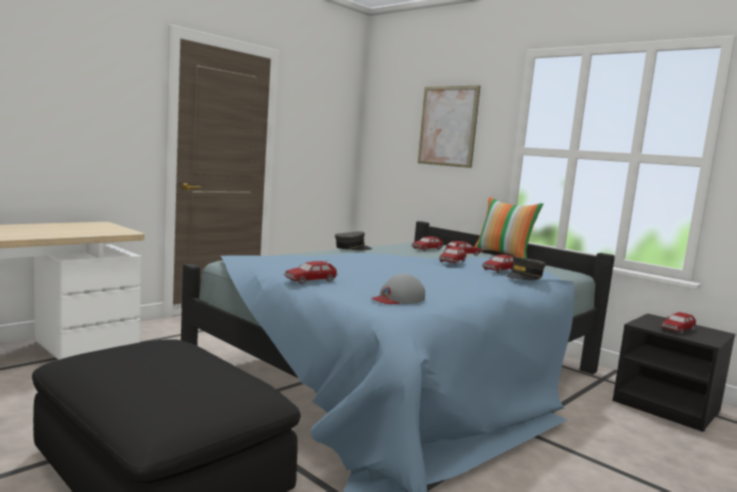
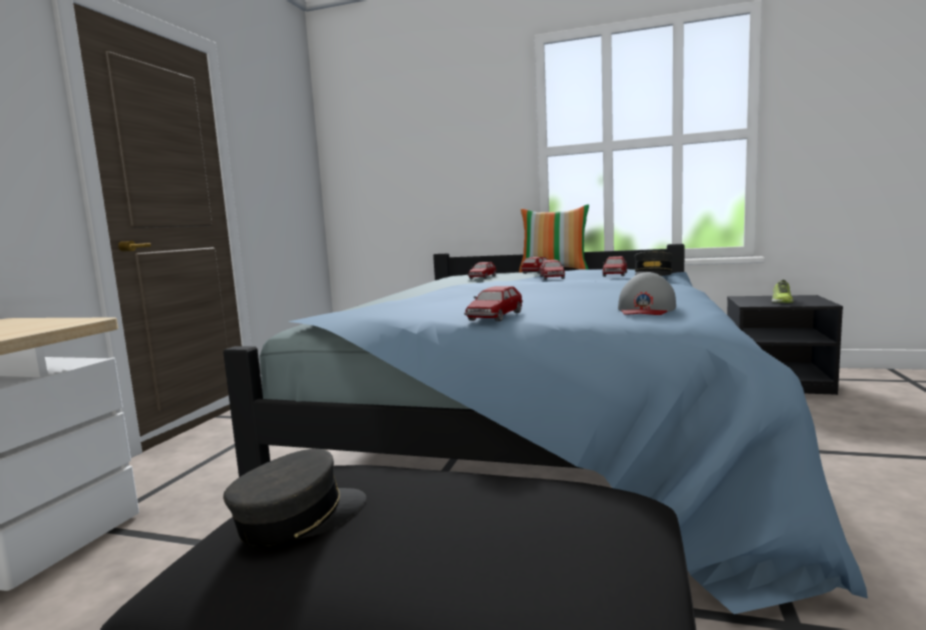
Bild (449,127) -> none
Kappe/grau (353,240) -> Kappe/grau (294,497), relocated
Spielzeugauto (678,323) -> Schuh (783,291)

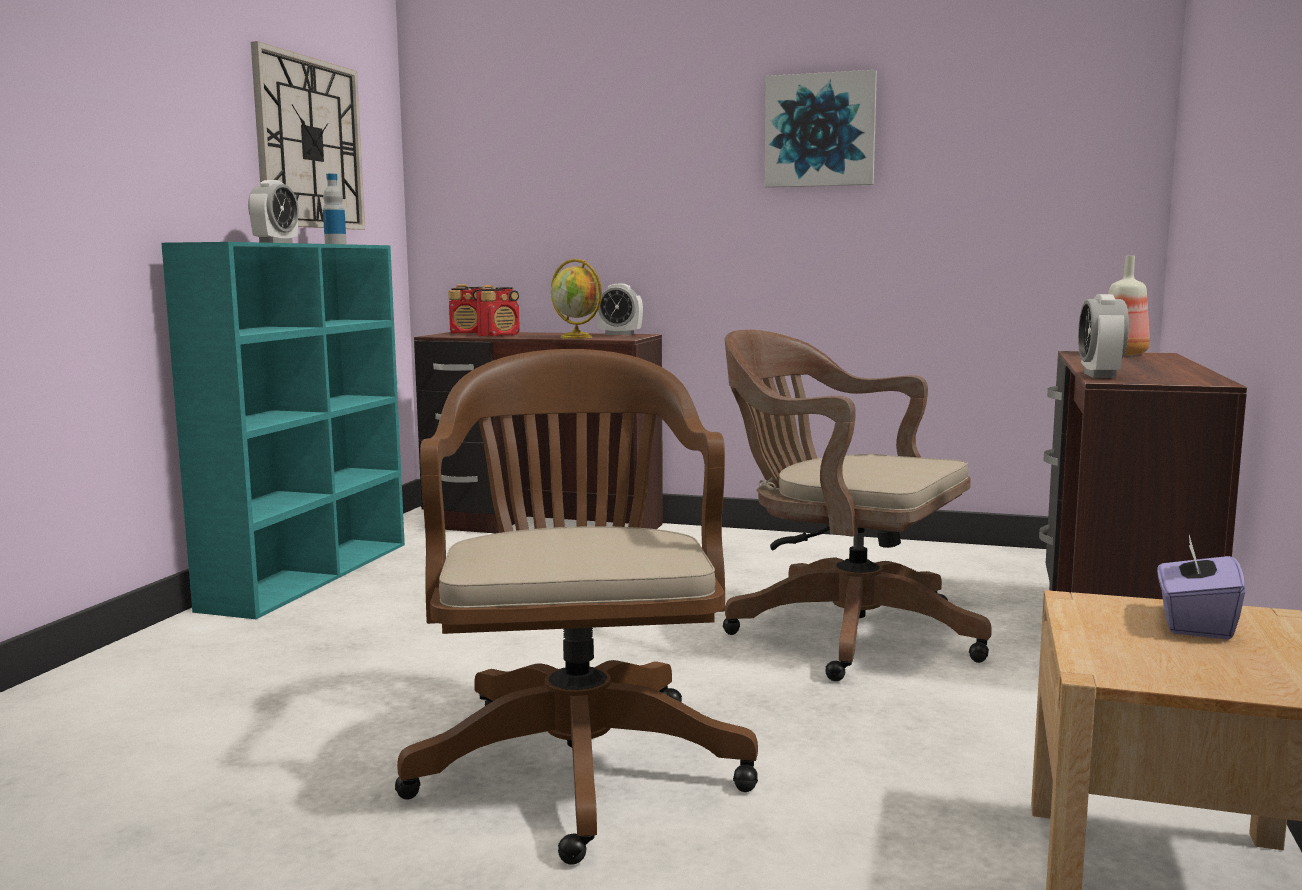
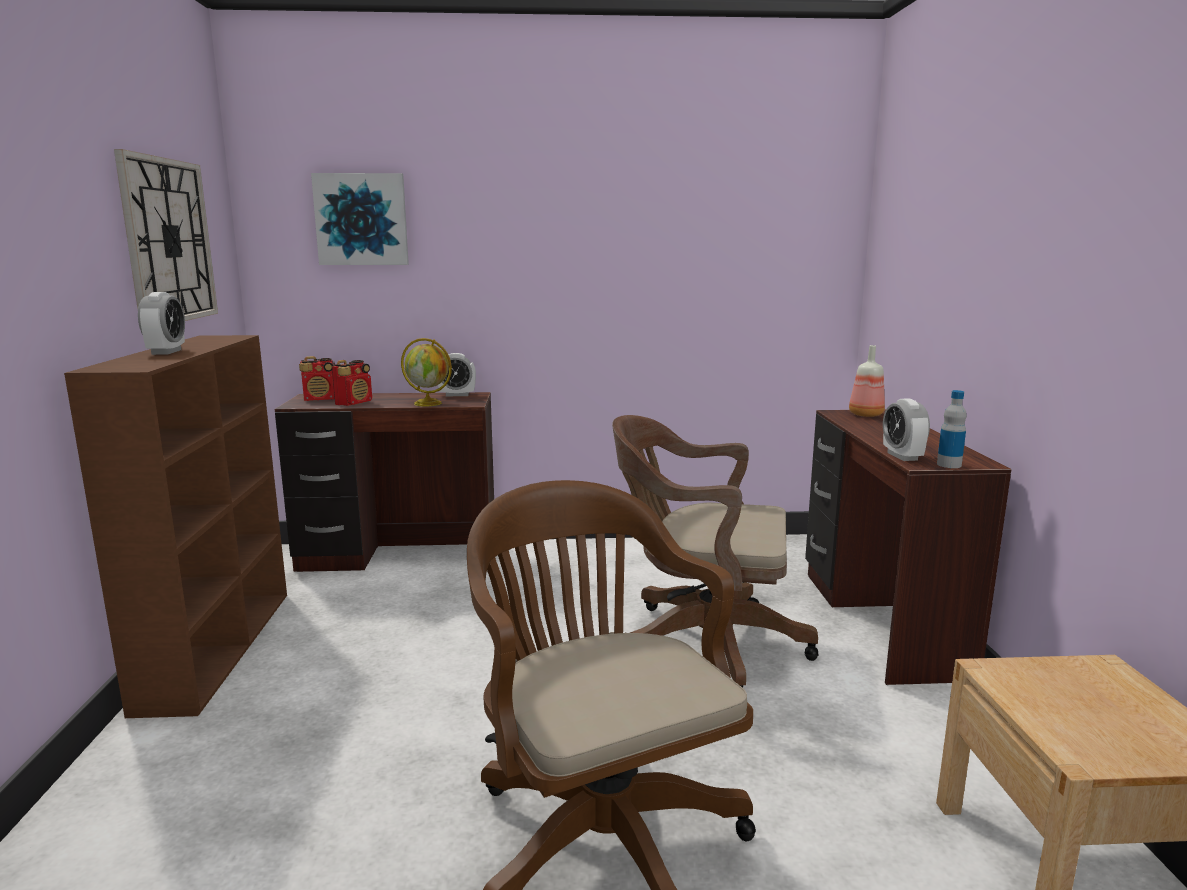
Bild (821,129) -> Bild (360,219), relocated
Flasche (334,209) -> Flasche (952,429), relocated
Bücherregal/türkis (283,430) -> Bücherregal/braun (175,526)
Taschentuchbox/lila (1201,587) -> none

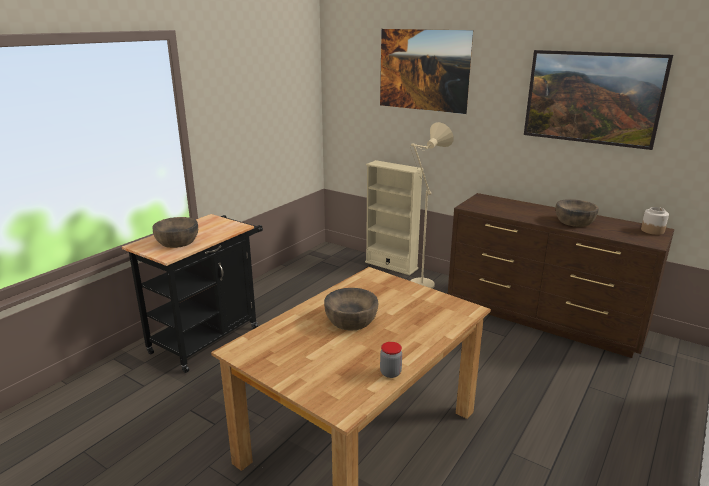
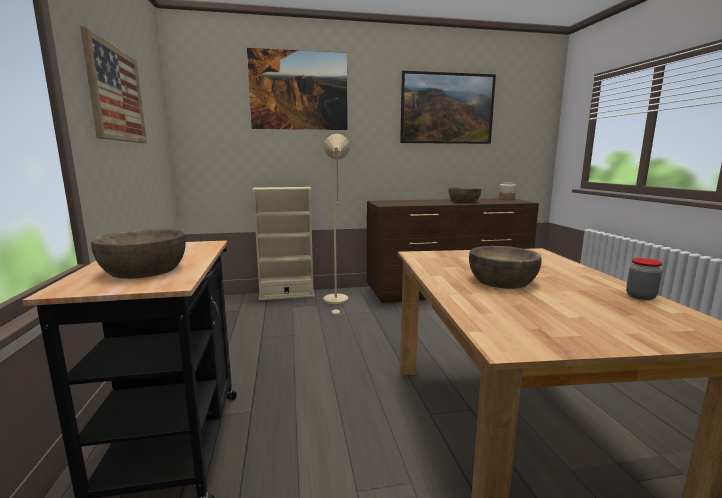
none -> Bild (113,84)

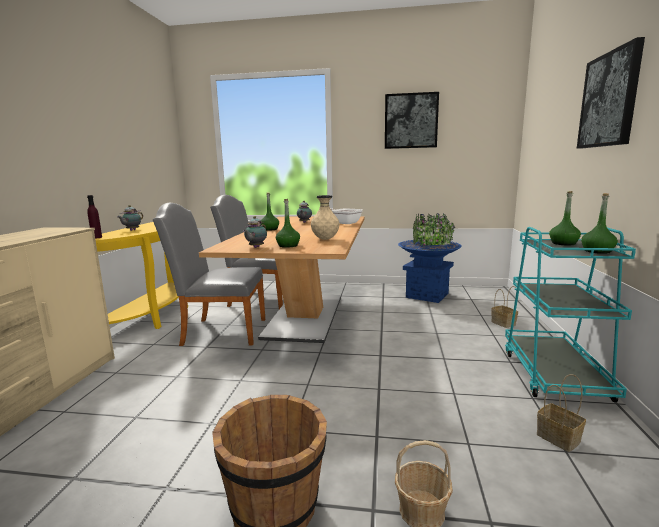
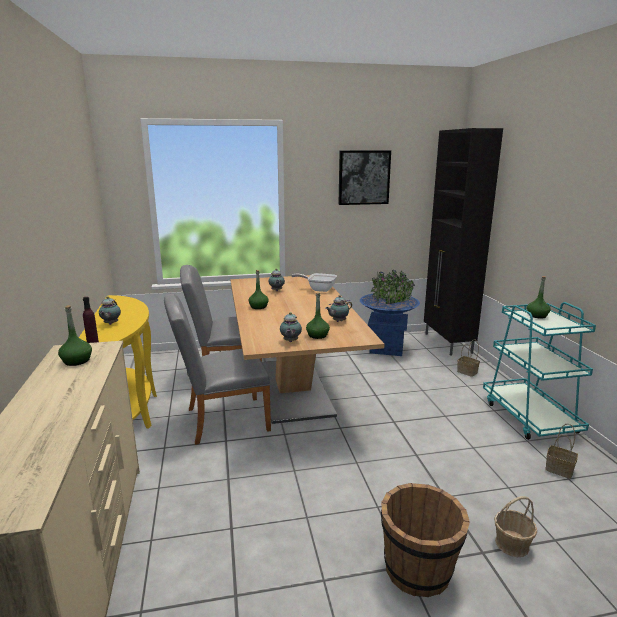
Bild (611,93) -> none
Flasche/grün (599,223) -> Flasche/grün (75,335), relocated
Vase/beige (325,217) -> Teekanne (338,308)
none -> Schrank/schwarz (463,242)

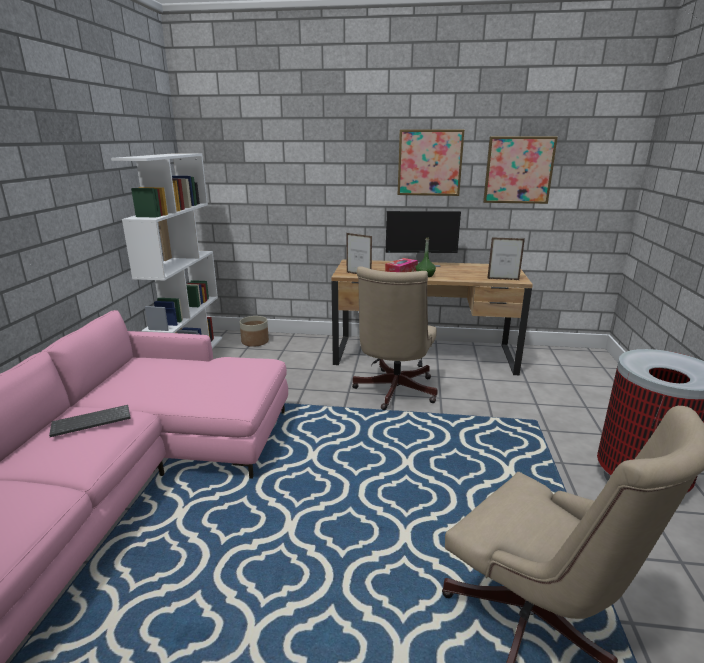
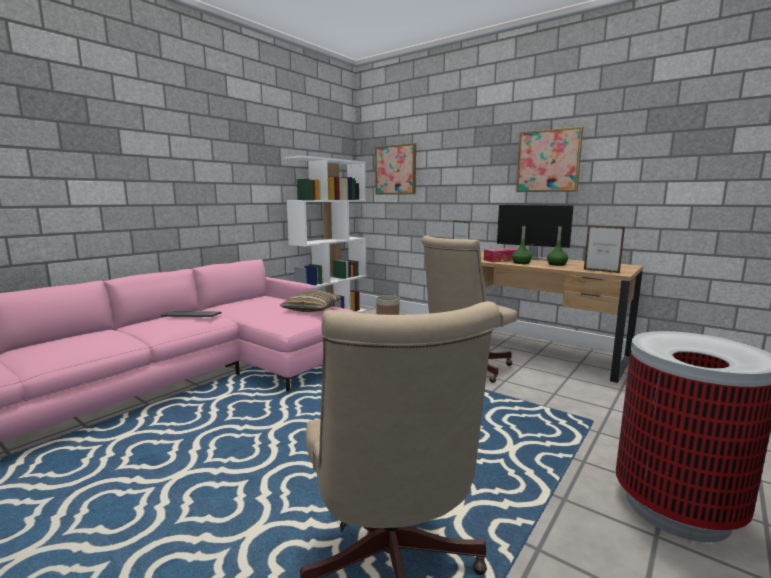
Bild (520,170) -> Bild (395,169), relocated
none -> Flasche/grün (557,246)
none -> Kissen (310,301)

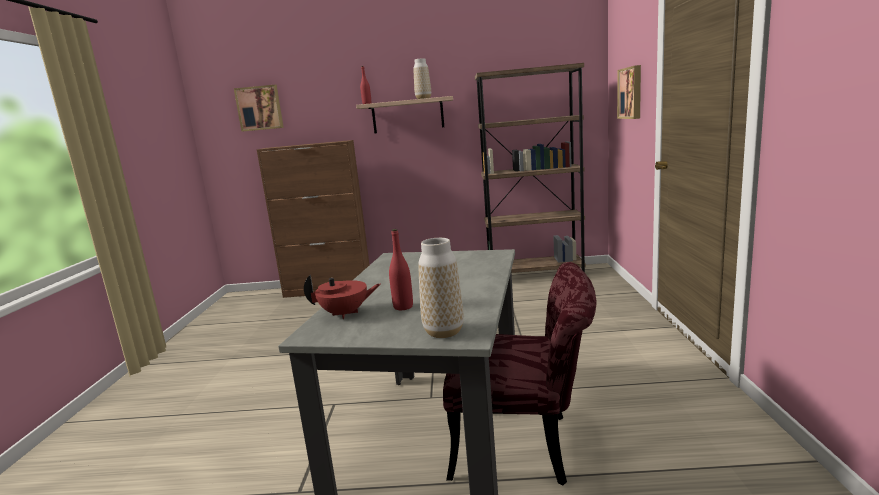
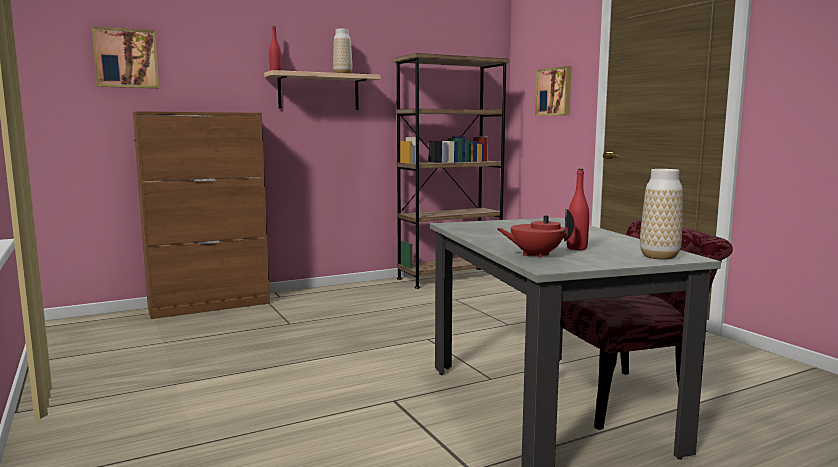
Teekanne/rot (342,296) -> Teekanne/rot (535,233), 150 degrees counterclockwise

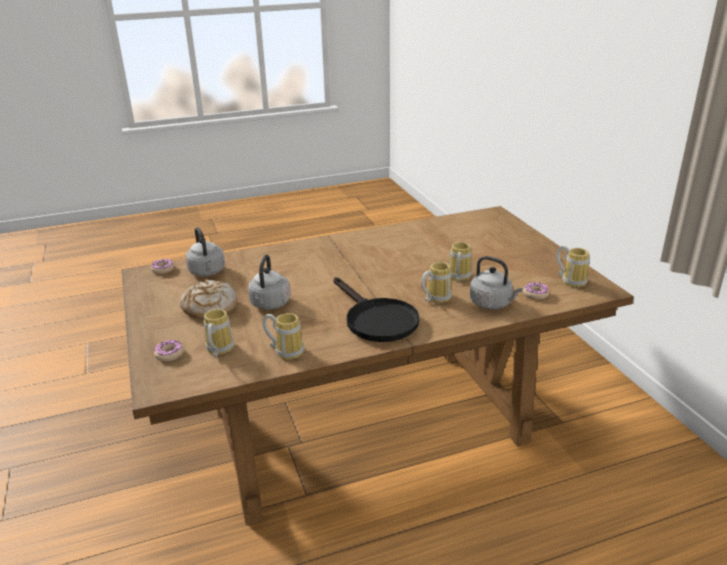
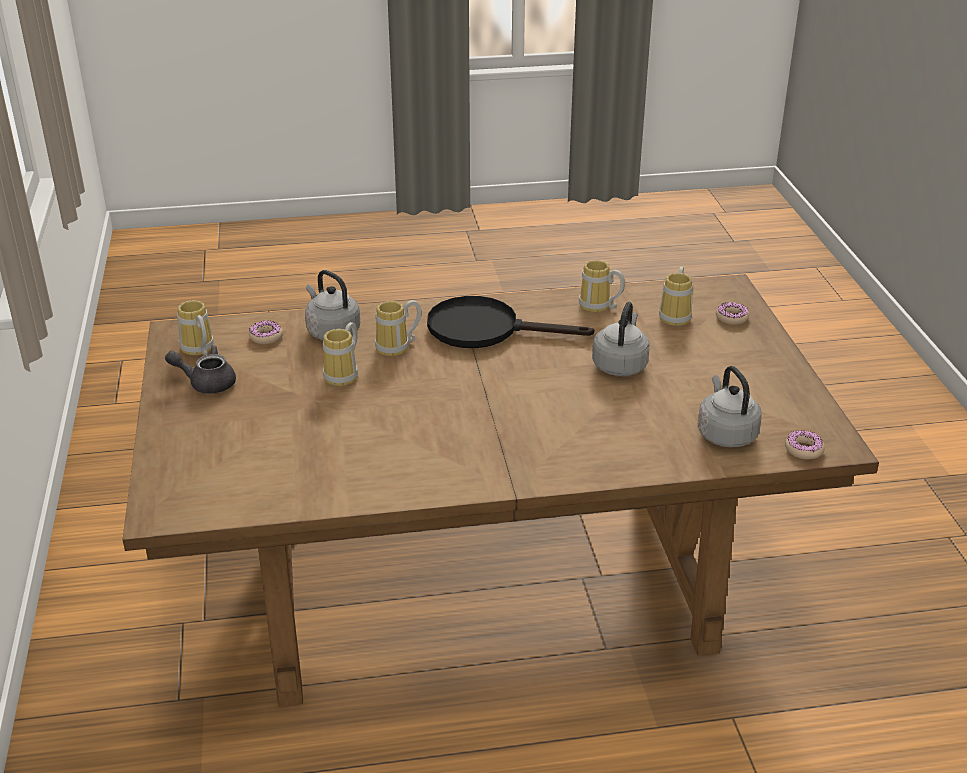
Pfanne/schwarz (376,309) -> Pfanne/schwarz (510,322), 60 degrees counterclockwise
Brot (208,299) -> none
none -> Teekanne/grau (200,369)

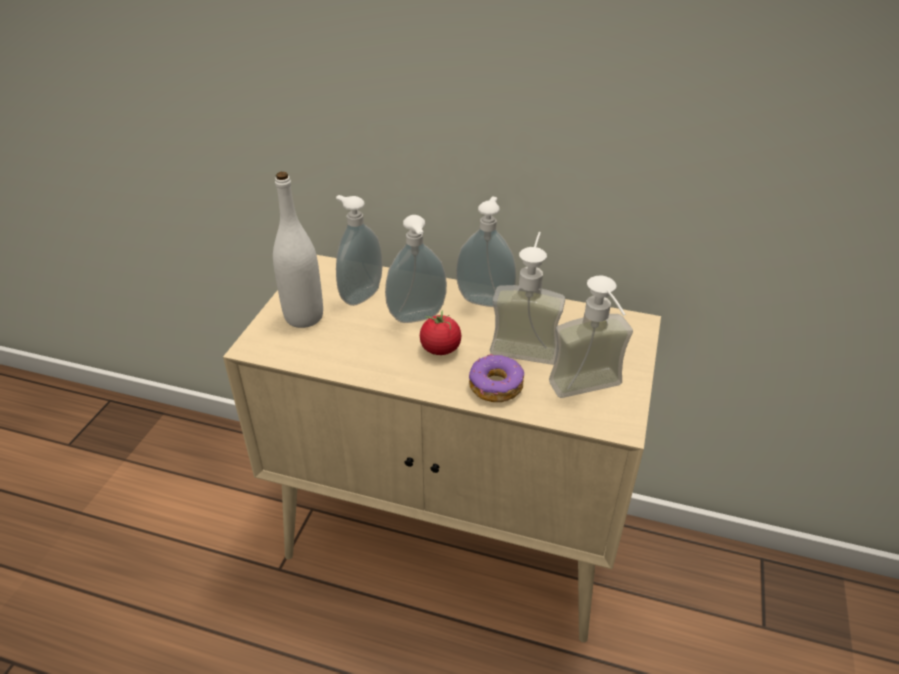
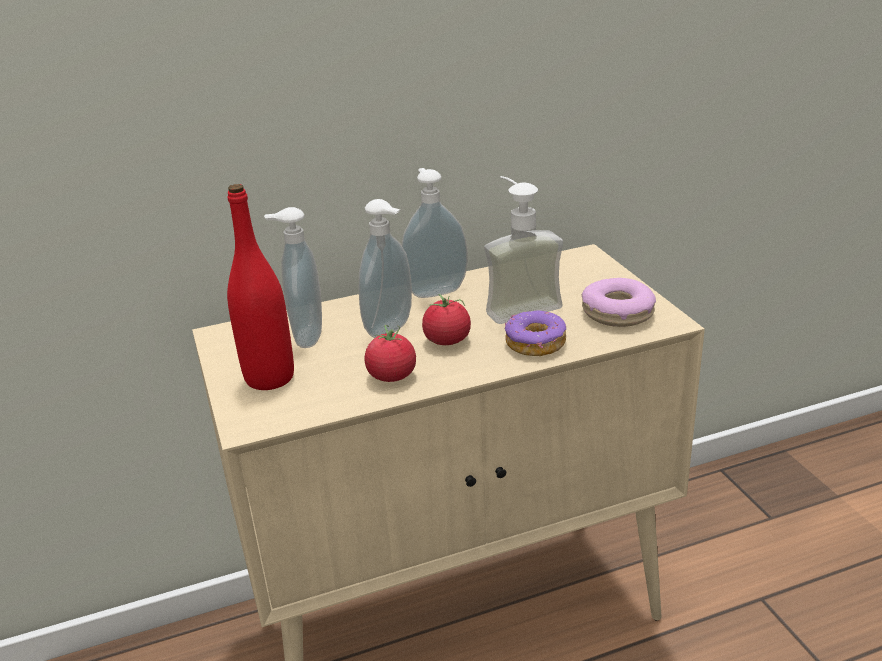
Flasche/weiß (298,250) -> Flasche/rot (260,287)
Seifenspender (591,336) -> Donut (619,302)
none -> Tomate (390,353)

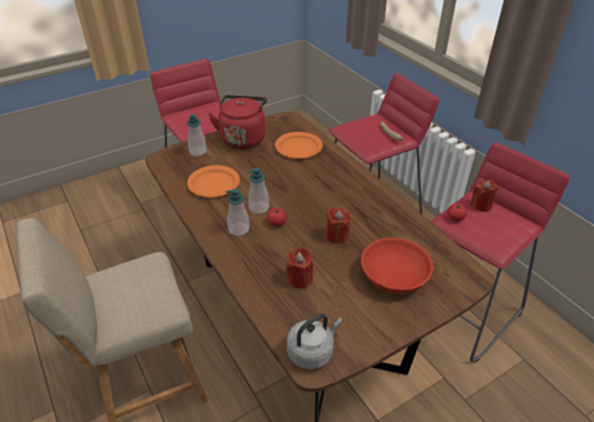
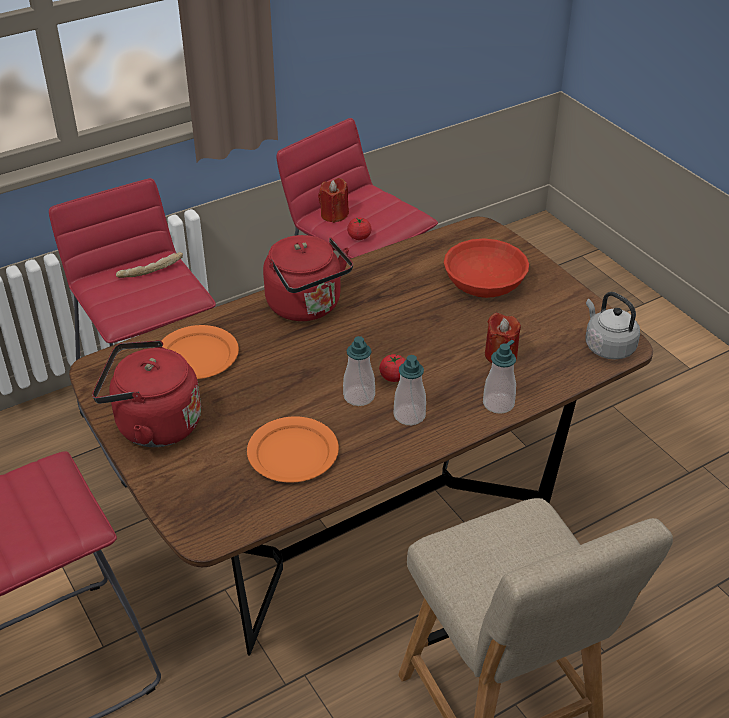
Seifenspender (197,135) -> Seifenspender (499,377), relocated
Kerze/rot (338,225) -> none
none -> Wasserkessel/rot (308,278)

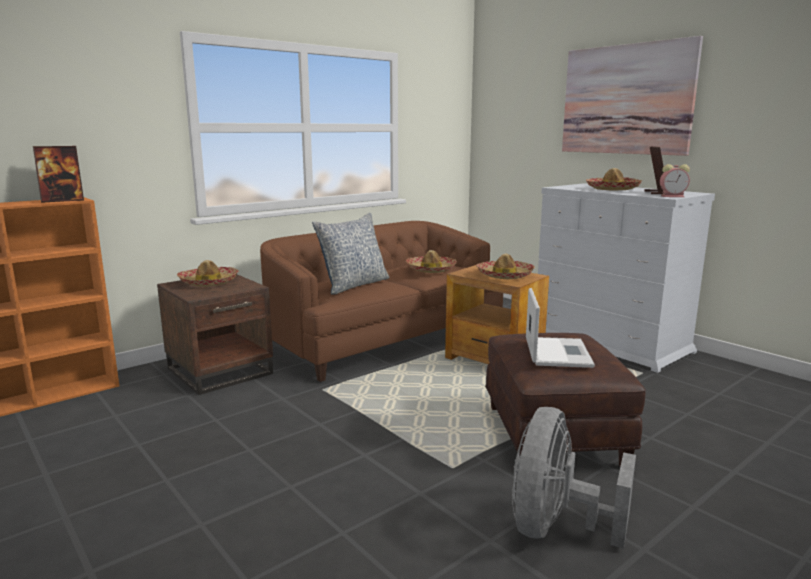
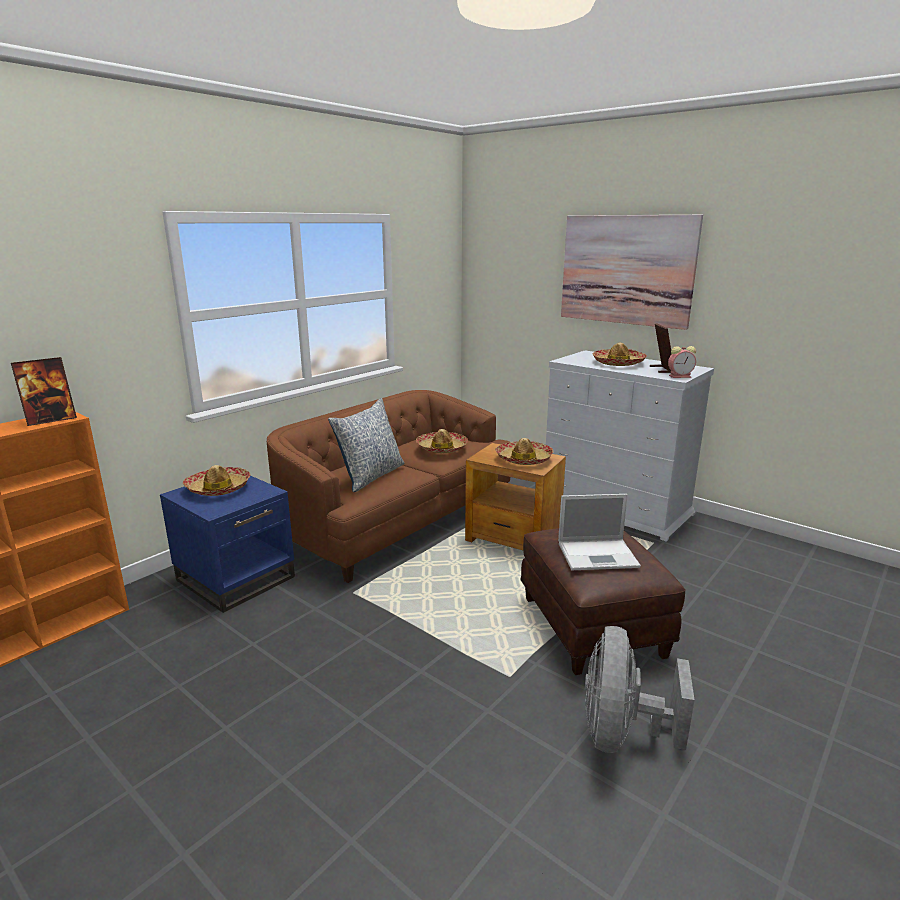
Beistelltisch/braun (215,334) -> Beistelltisch/blau (227,544)
Laptop (560,328) -> Laptop (599,532), 90 degrees clockwise

